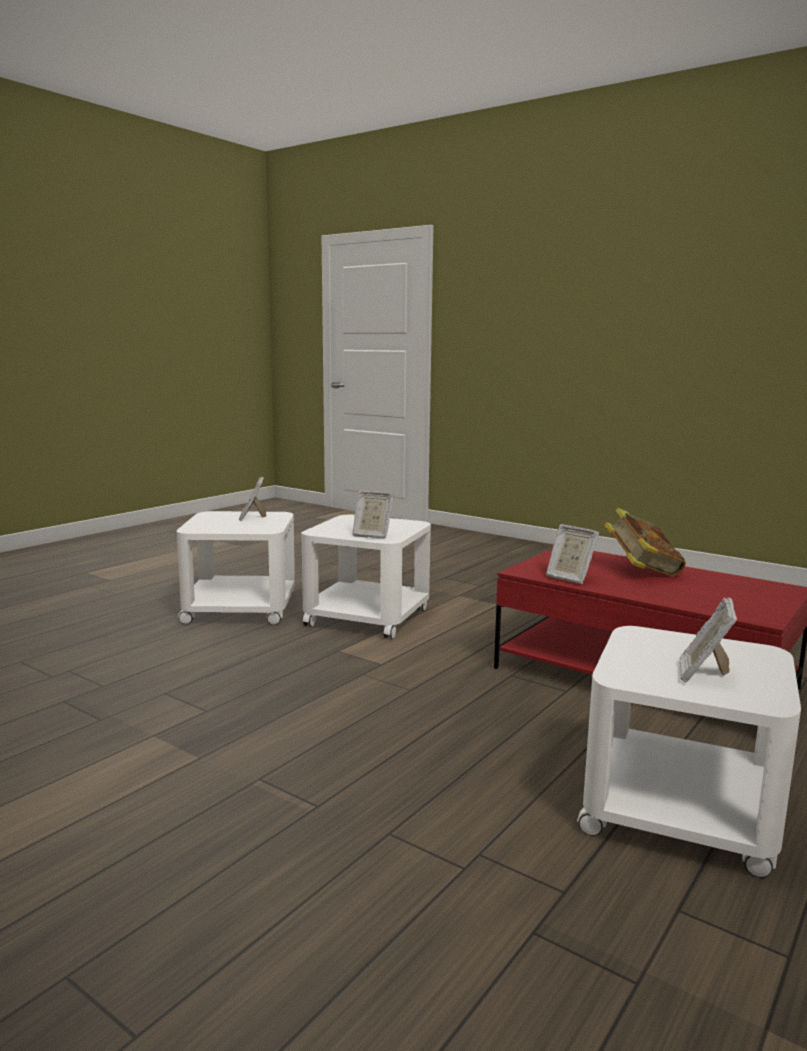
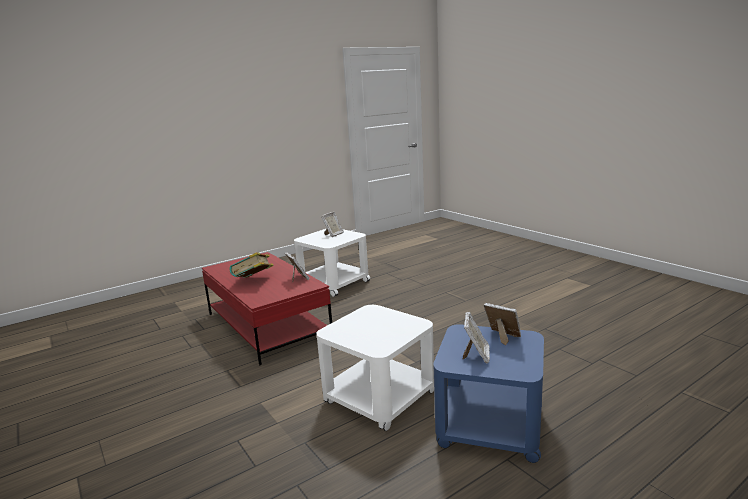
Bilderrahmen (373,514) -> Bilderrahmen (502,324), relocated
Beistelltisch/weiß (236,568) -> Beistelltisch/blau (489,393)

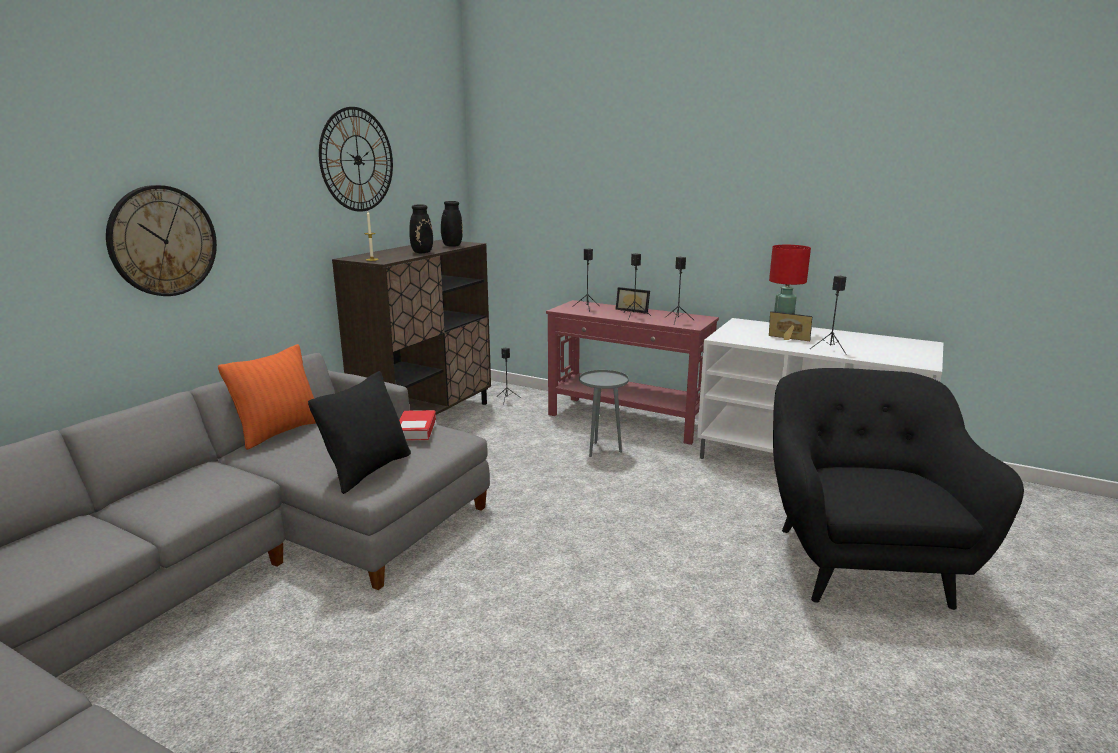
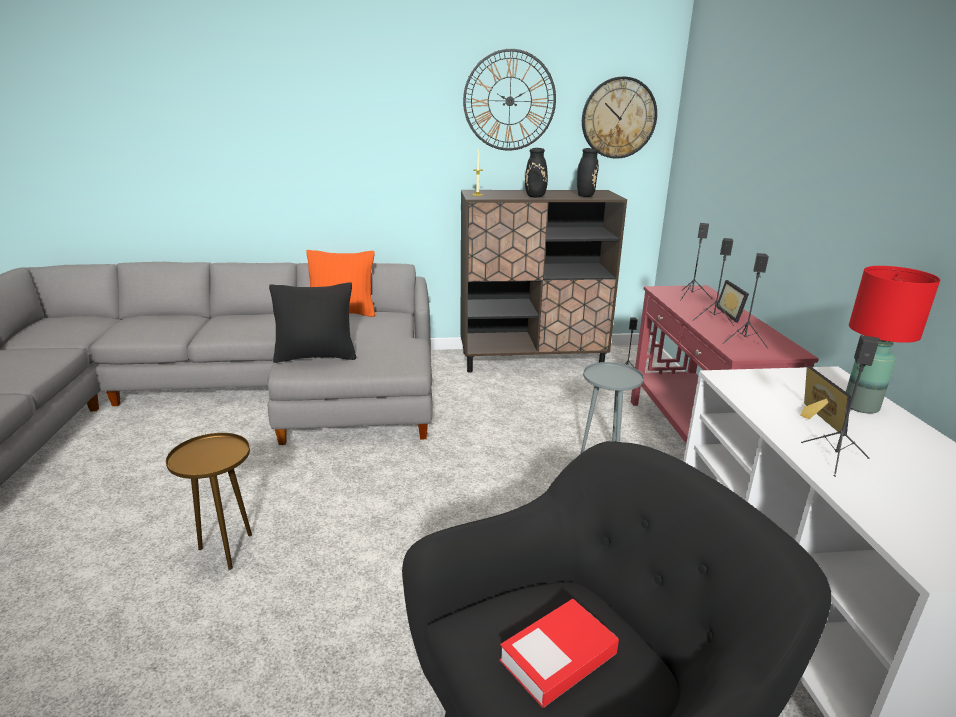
Wanduhr (161,240) -> Wanduhr (619,117), relocated
Buch (417,425) -> Buch (559,653), relocated
none -> Beistelltisch/braun (209,501)

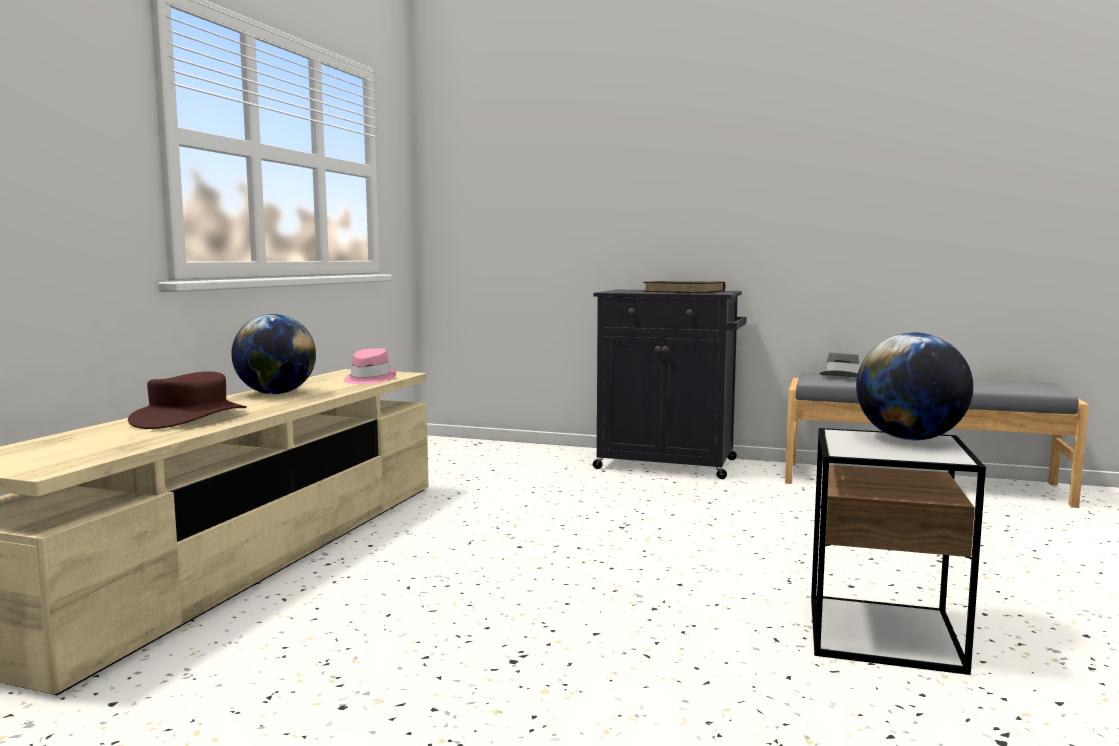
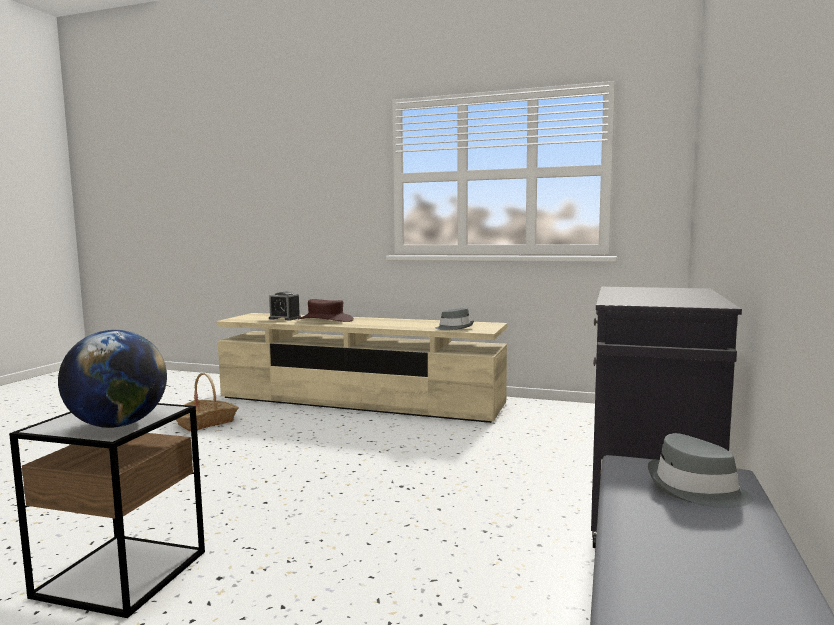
Buch (684,287) -> none
Globus (273,354) -> none
Hut/rosa (370,366) -> Hut/grau (454,319)
none -> Wecker (285,306)
none -> Korb (207,402)

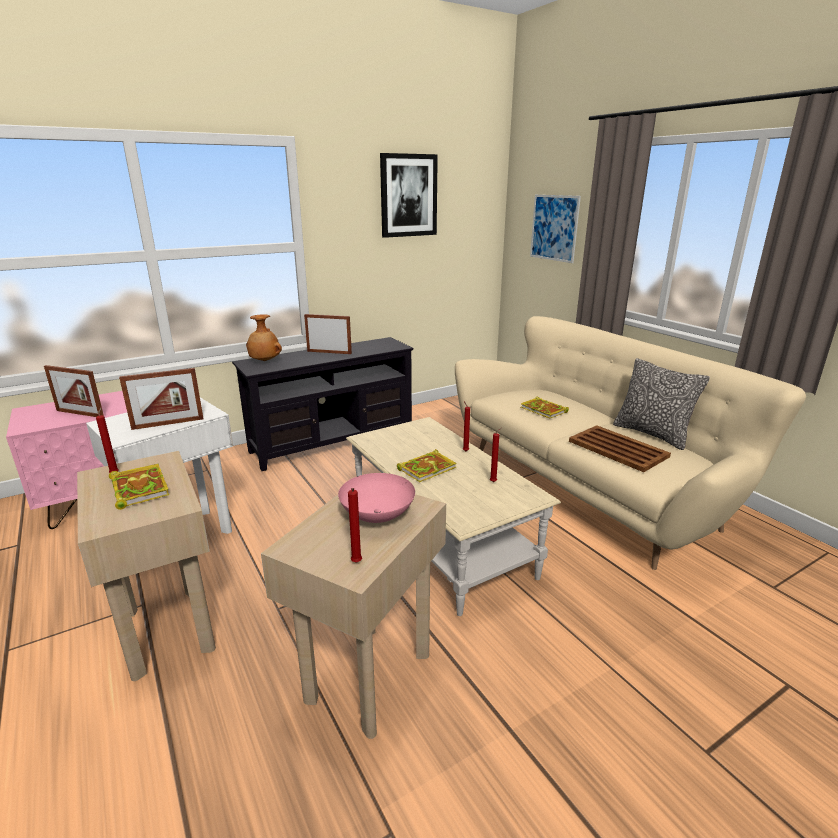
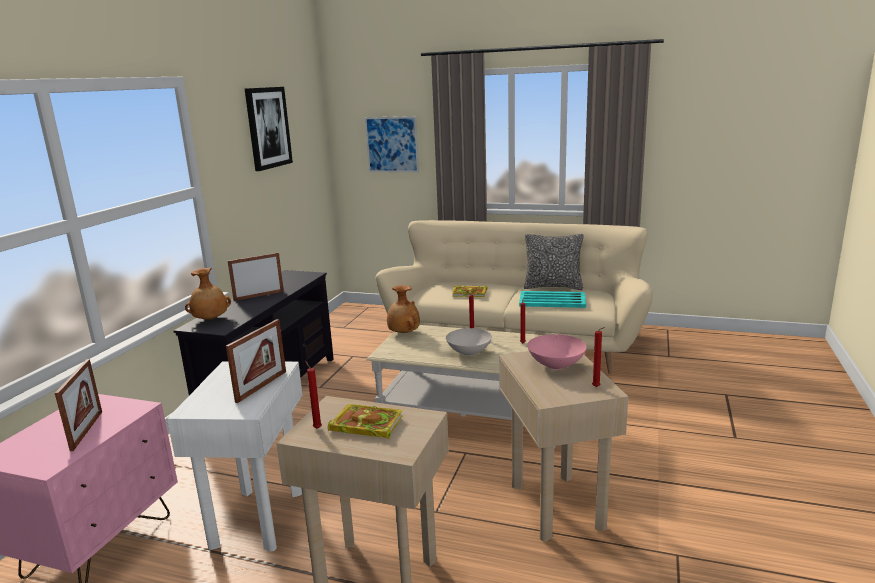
Bilderrahmen (74,391) -> Bilderrahmen (78,405), 75 degrees counterclockwise
Tablett/braun (620,448) -> Tablett/türkis (552,299)
Buch (427,465) -> Schüssel/weiß (469,342)
none -> Vase/braun (403,309)

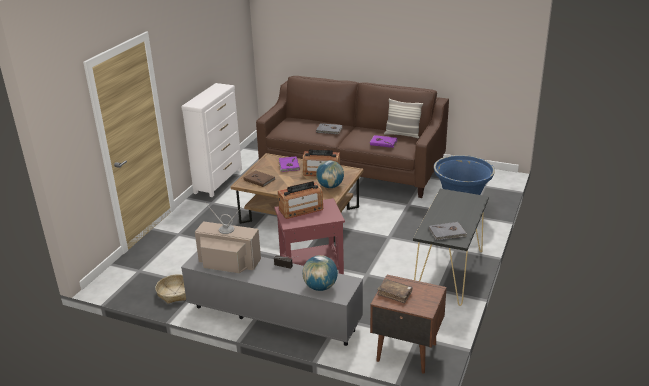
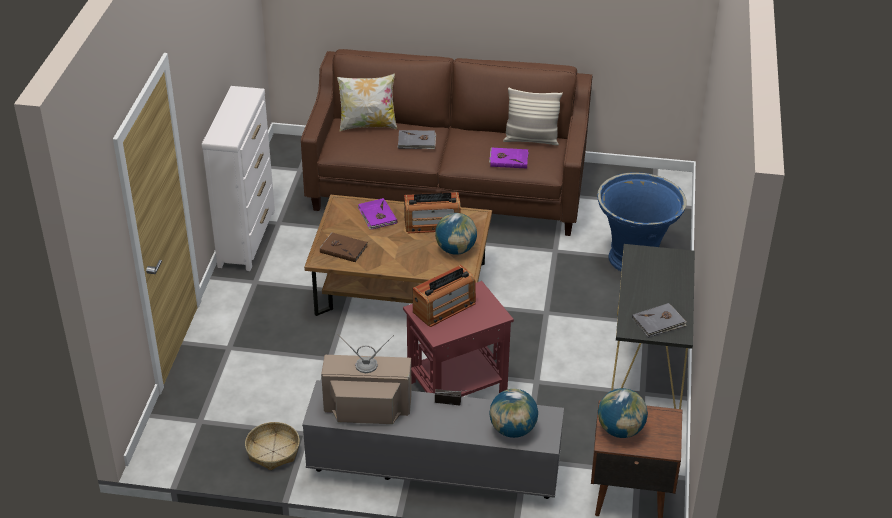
Buch/braun (395,291) -> Globus (623,413)
none -> Kissen (367,102)

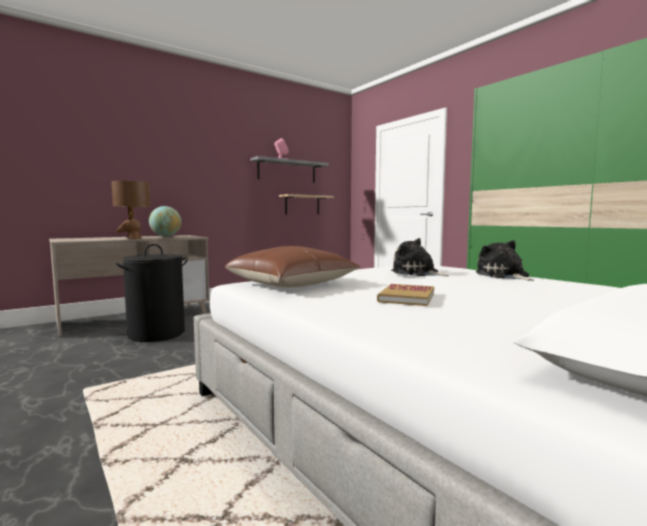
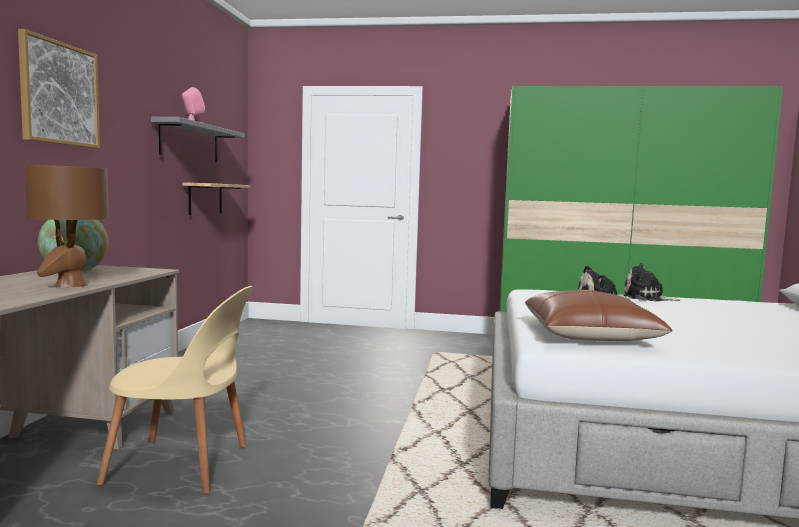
Wäschekorb/schwarz (152,293) -> Stuhl/beige (174,390)
Buch (405,295) -> none
none -> Bild (59,88)

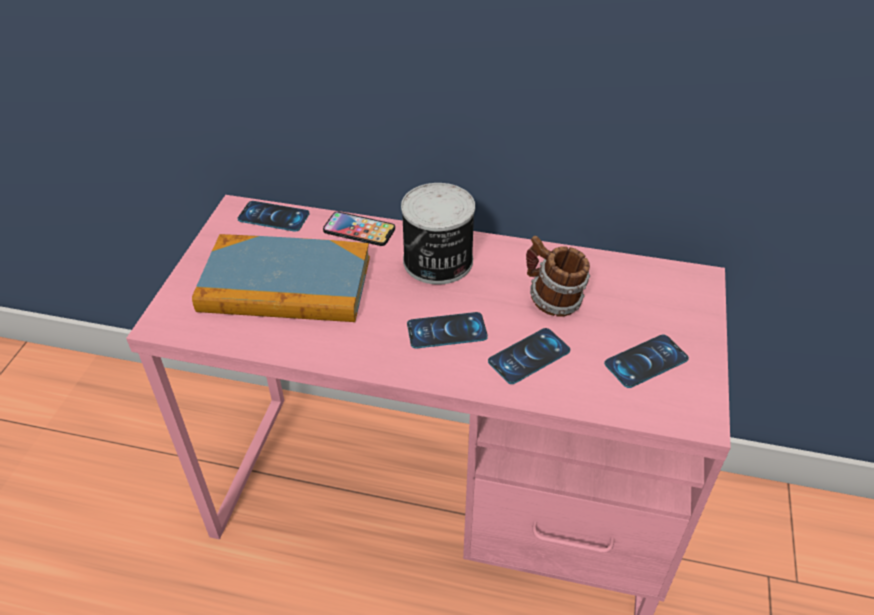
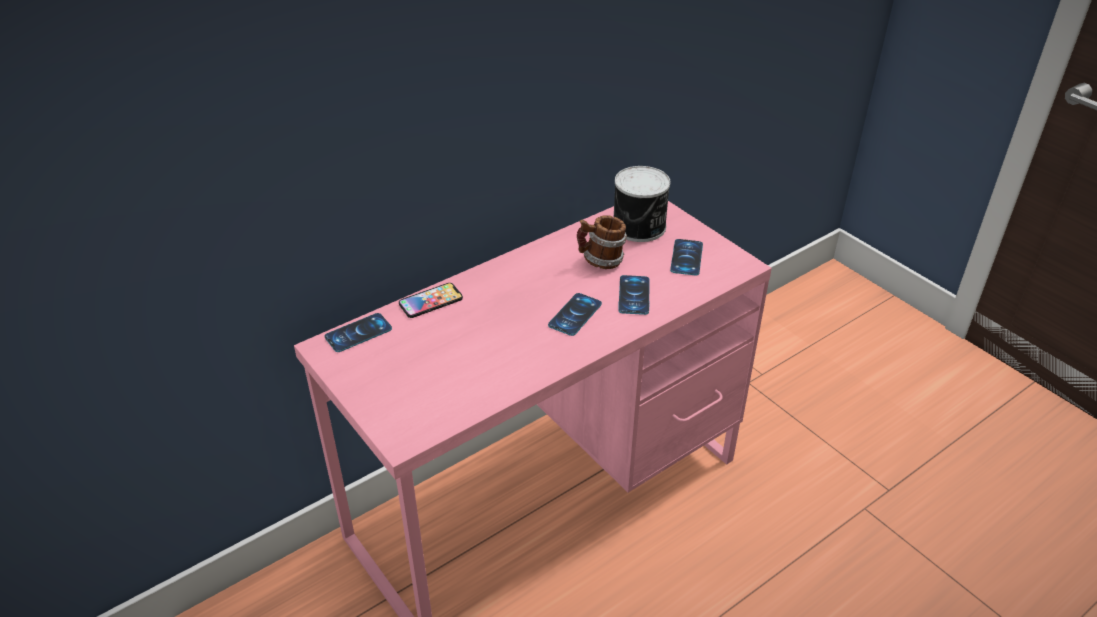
Dose (438,234) -> Dose (642,204), relocated
Buch (281,278) -> none

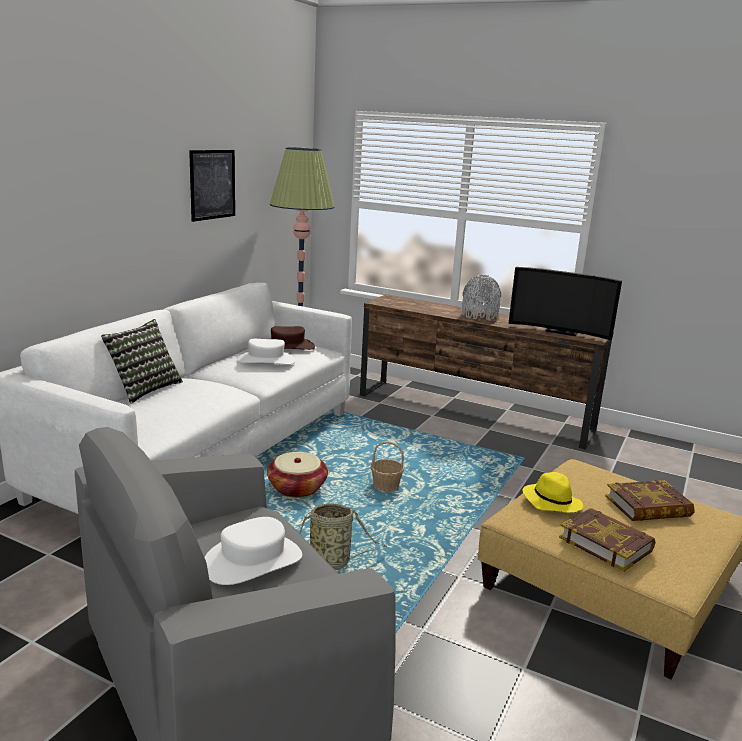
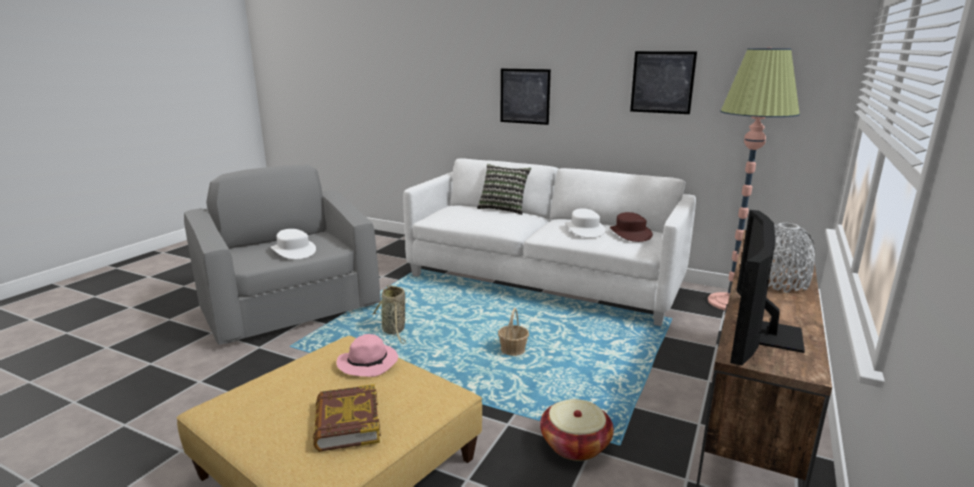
Korb (297,475) -> Korb (577,430), relocated
Hut/gelb (552,492) -> Hut/rosa (367,355)
Buch (607,540) -> none
none -> Bild (525,97)

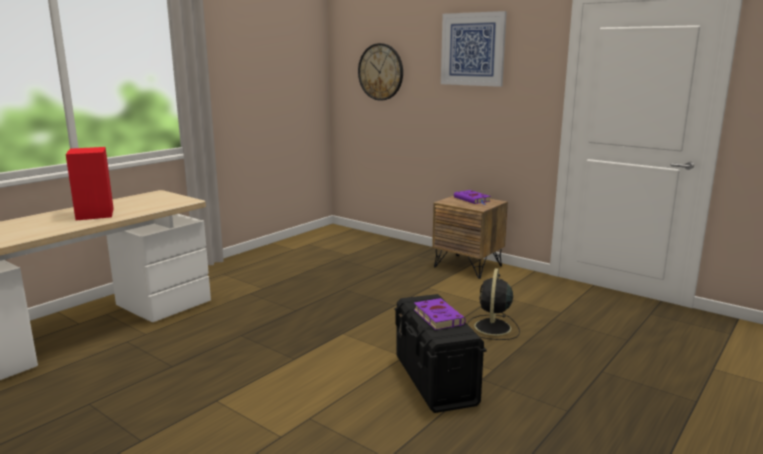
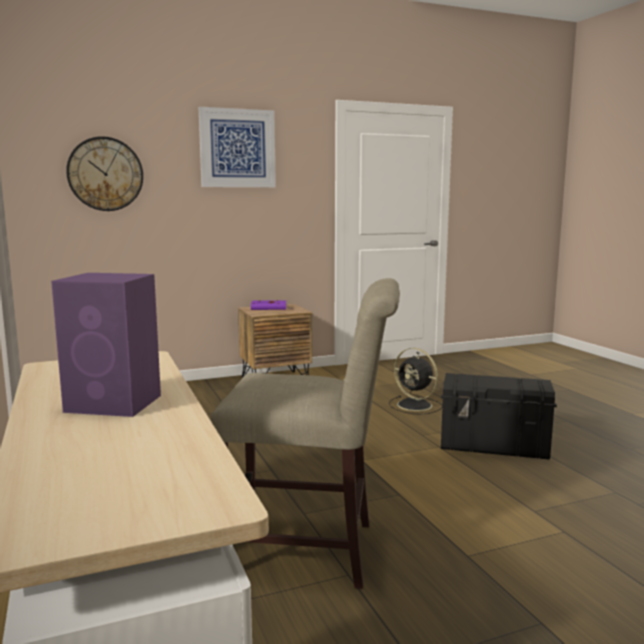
Lautsprecher/rot (90,183) -> Lautsprecher/lila (106,345)
Buch/lila (440,314) -> none
none -> Stuhl/beige (305,433)

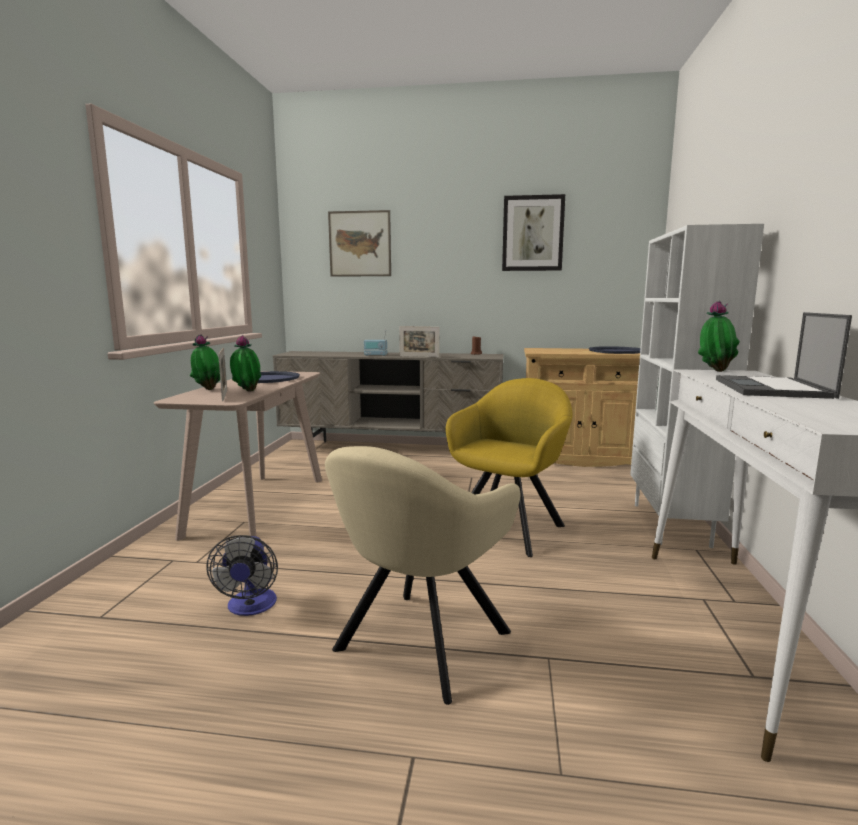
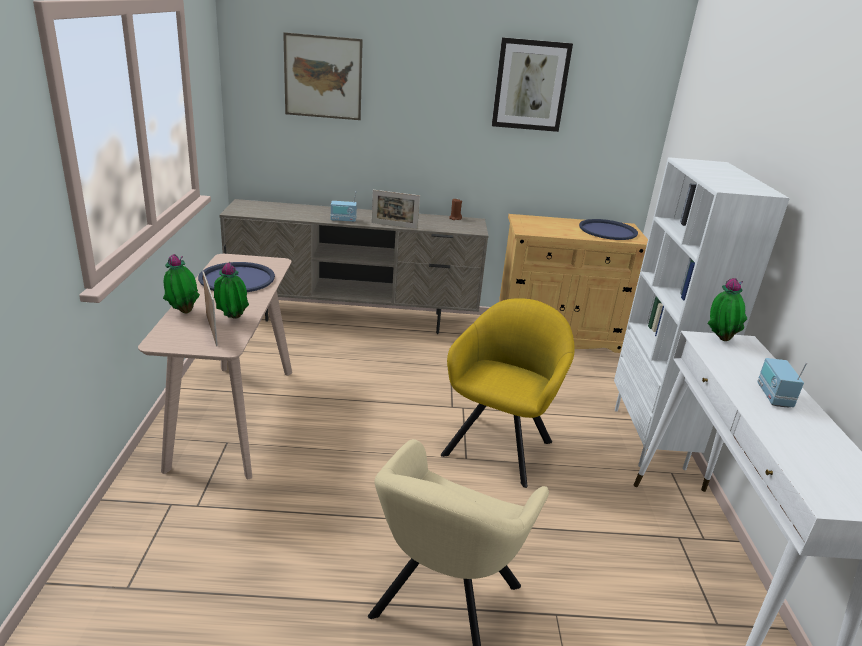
Laptop (784,355) -> Radio (782,382)
Ventilator (242,575) -> none

